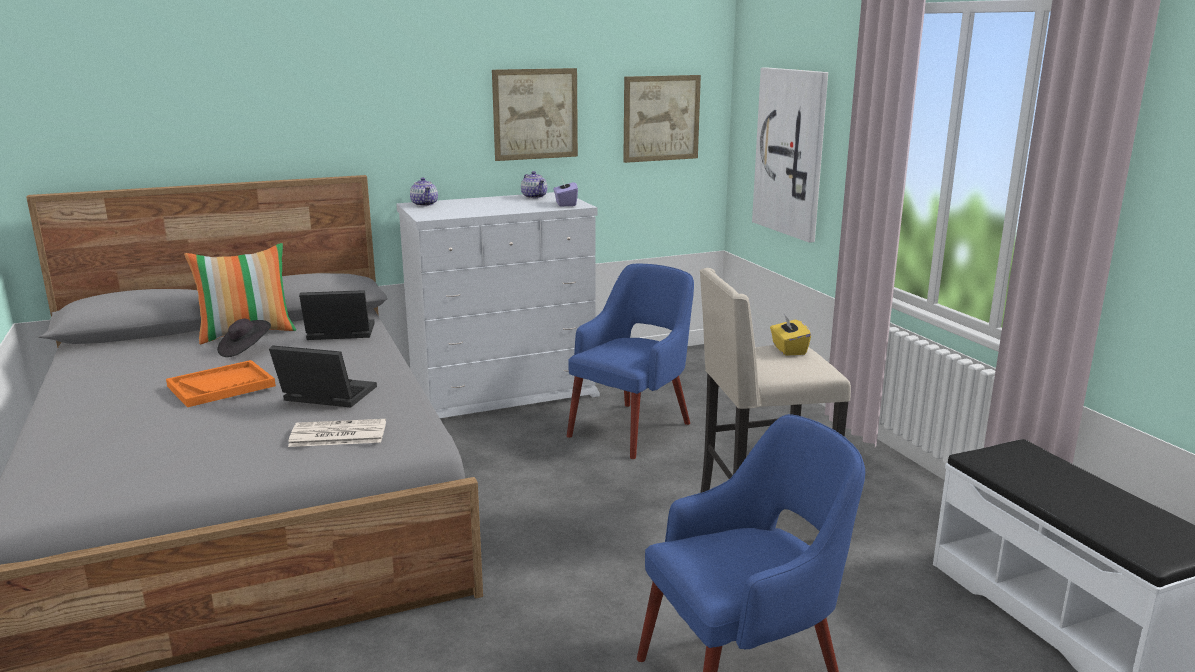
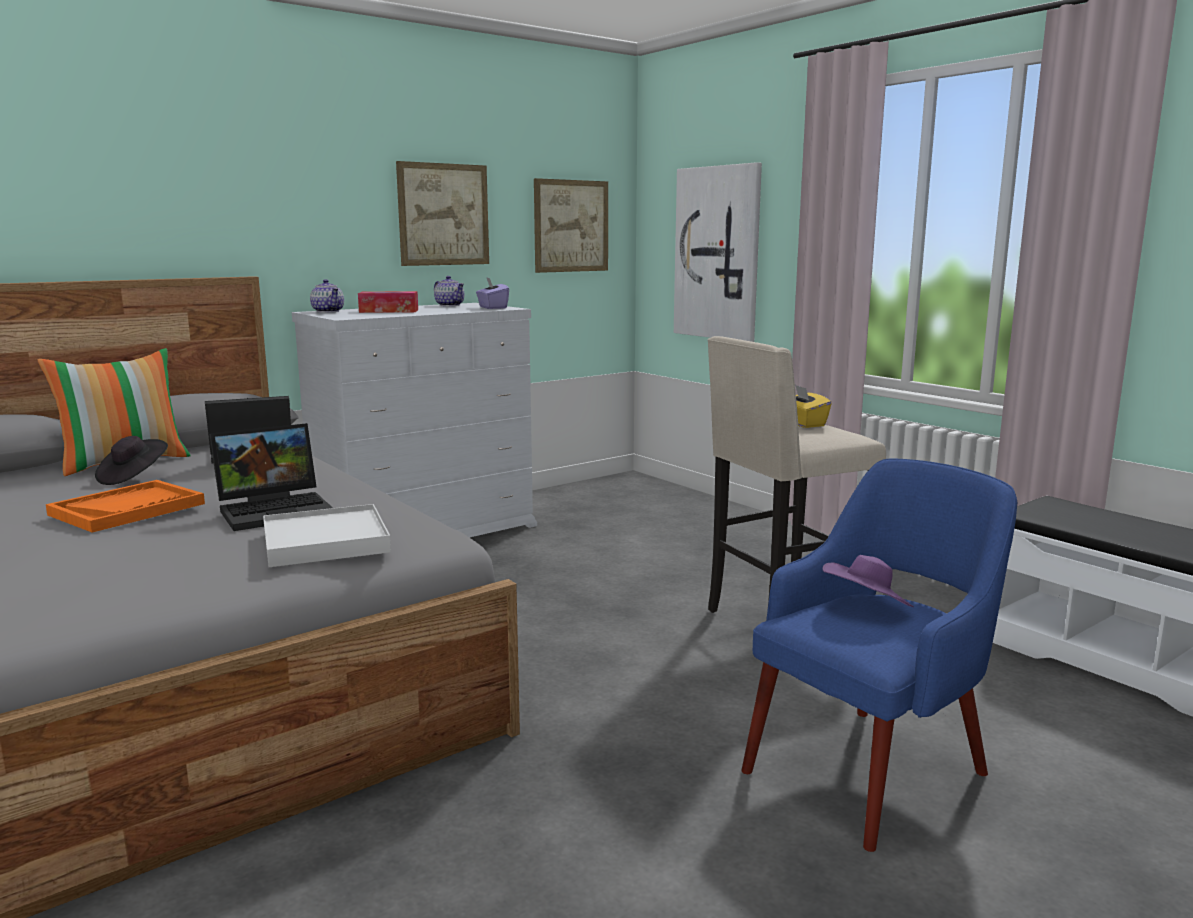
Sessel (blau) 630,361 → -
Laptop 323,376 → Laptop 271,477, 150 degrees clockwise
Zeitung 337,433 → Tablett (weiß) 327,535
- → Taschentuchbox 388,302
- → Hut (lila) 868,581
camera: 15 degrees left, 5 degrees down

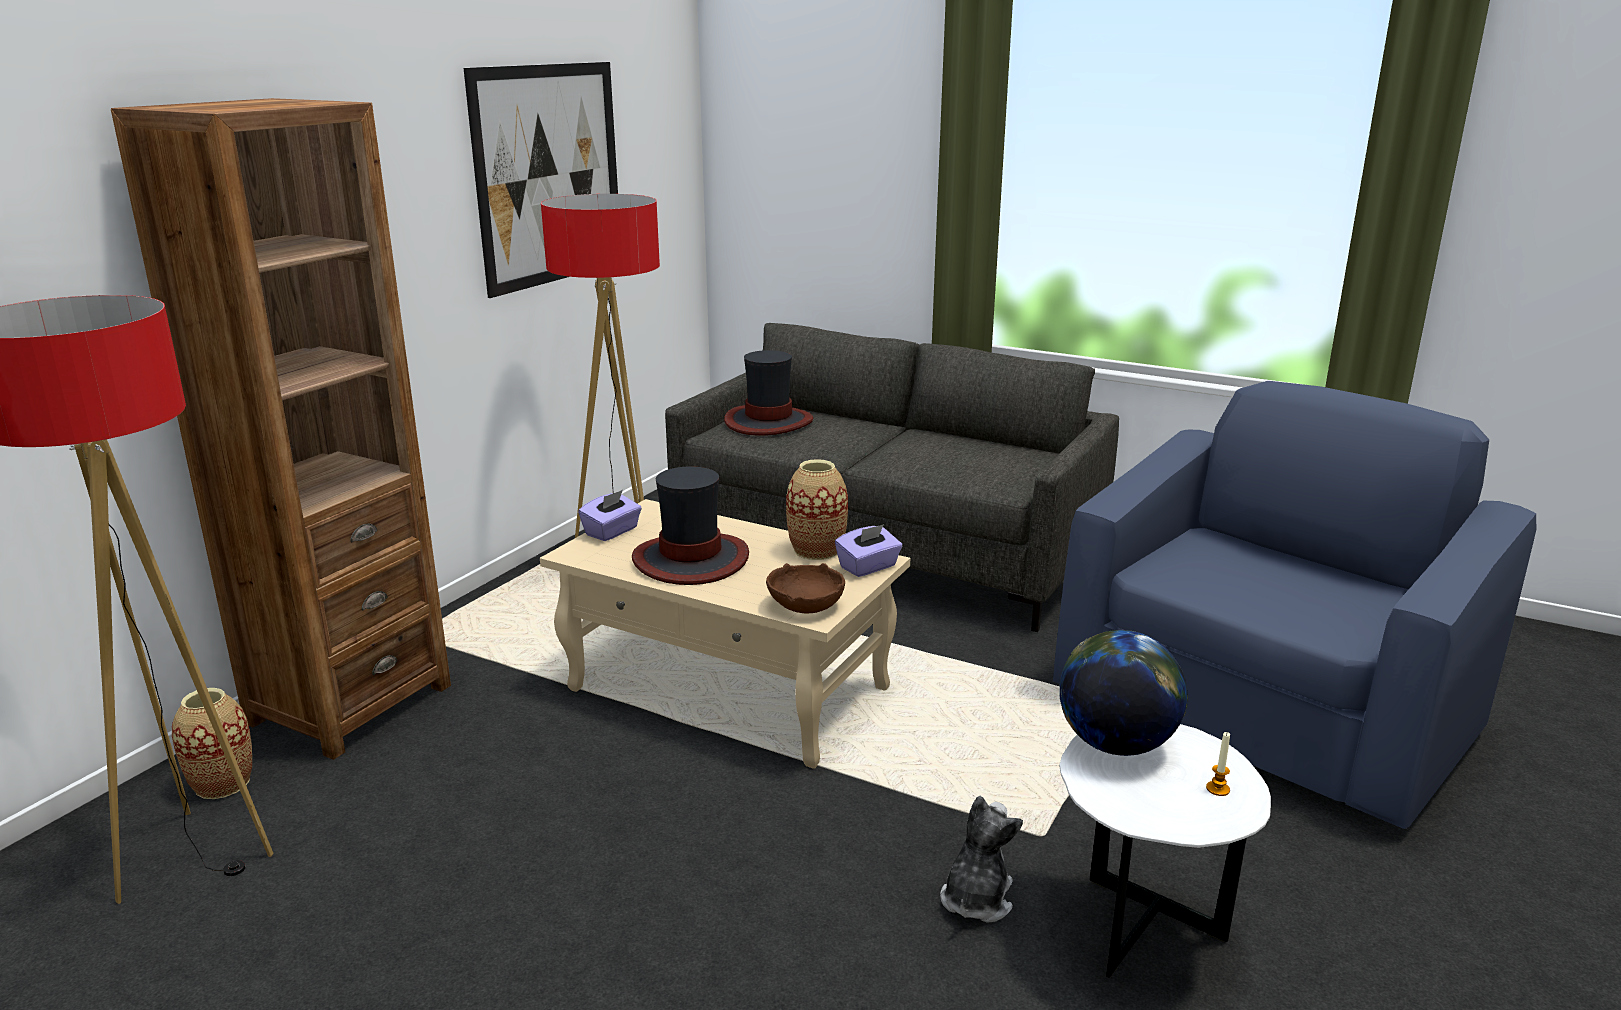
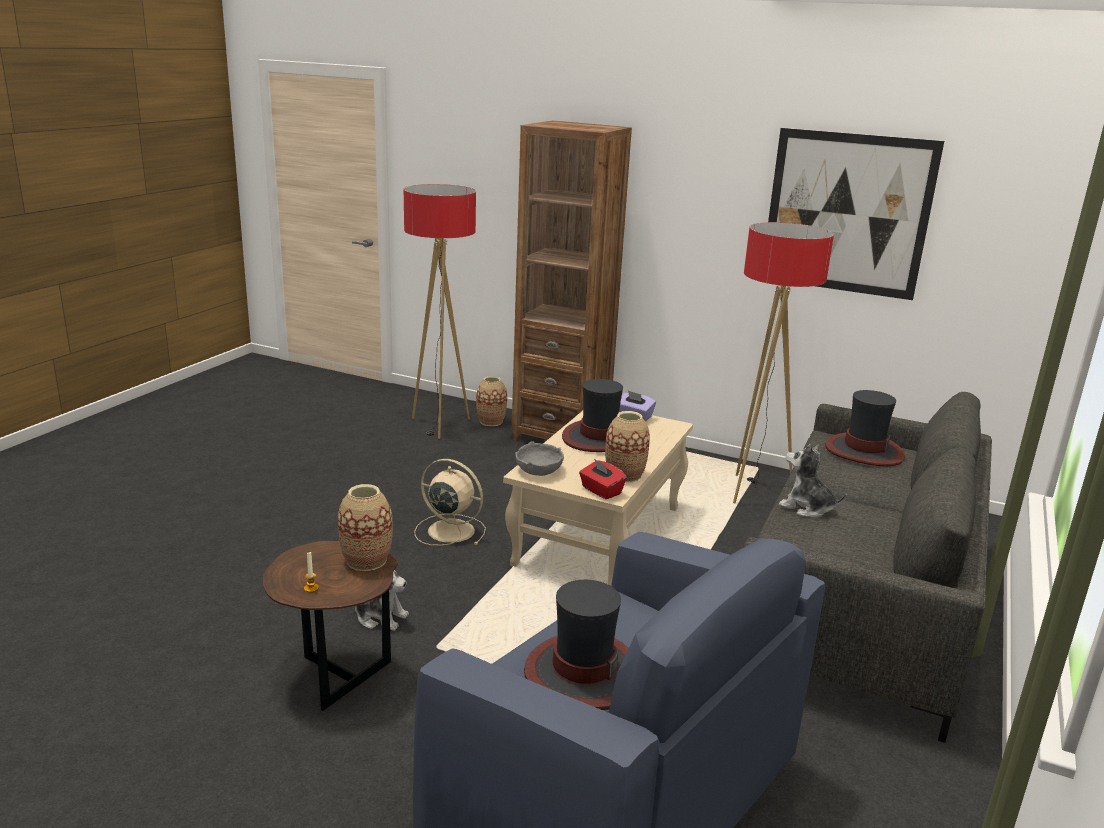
Taschentuchbox (lila) 868,550 → Taschentuchbox (rot) 603,479
Schüssel (braun) 805,588 → Schüssel (grau) 539,458
Globus 1123,693 → Vase 365,527
Beistelltisch (weiß) 1165,851 → Beistelltisch (braun) 330,626
- → Plüschtier 813,481
- → Ventilator (beige) 450,502
- → Hut 576,645
camera: 85 degrees right, 0 degrees up

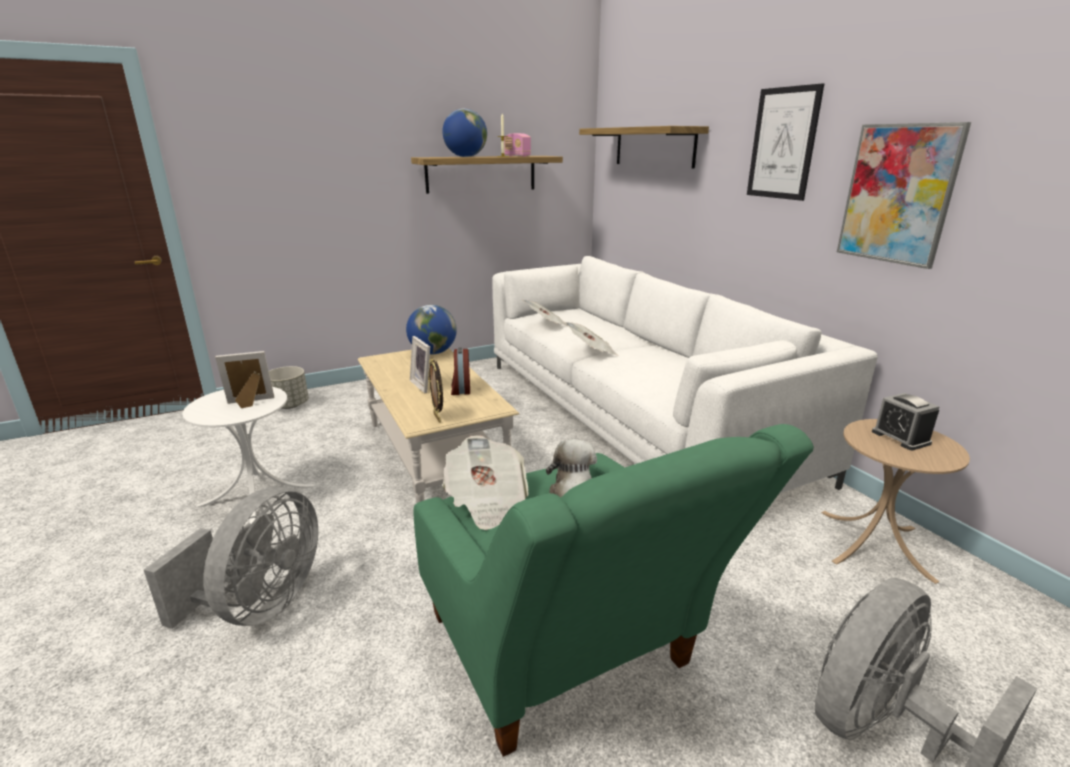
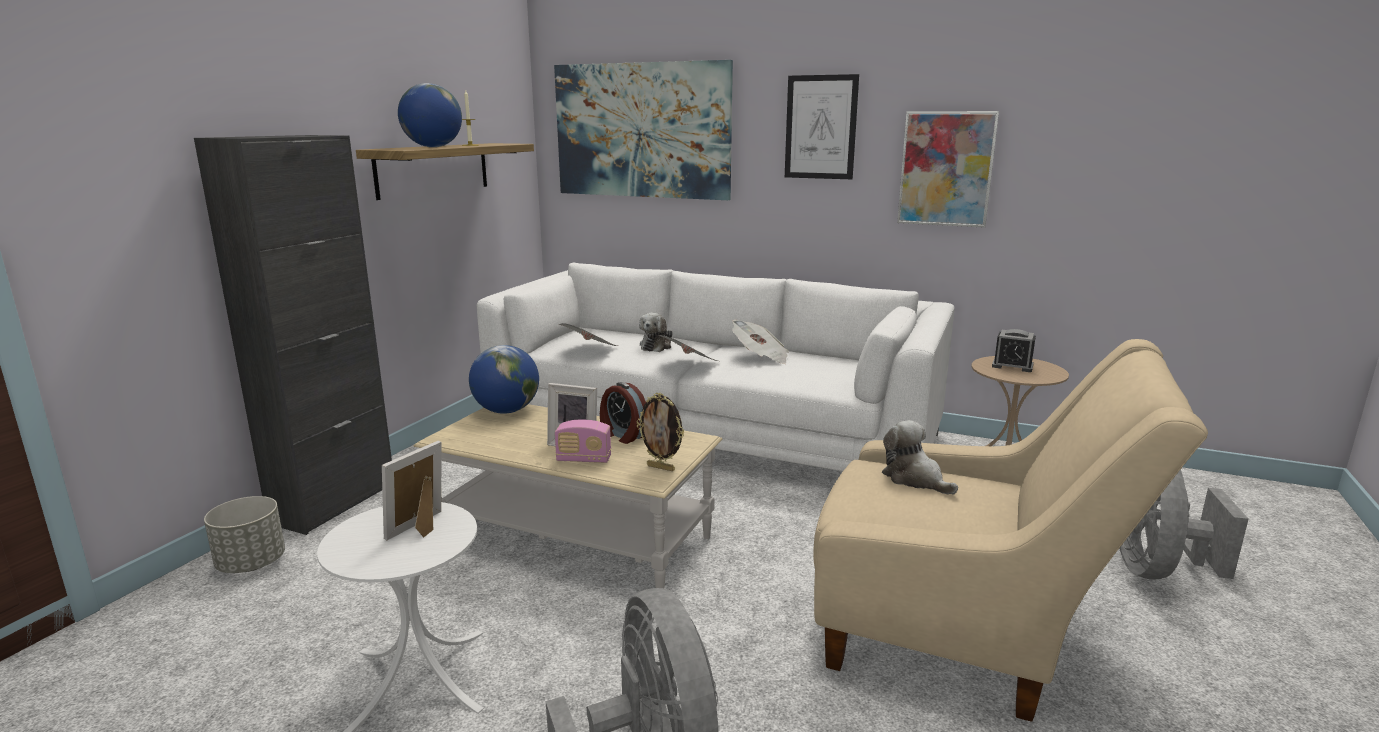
Wandregal 644,147 → Bild 643,130
Radio 517,145 → Radio 583,441, shifted
Sessel (grün) 613,590 → Sessel (beige) 1010,530
Zeitung 485,482 → Zeitung 760,341, shifted
- → Schrank (schwarz) 293,335
- → Plüschtier 655,332
camera: 40 degrees left, 5 degrees down

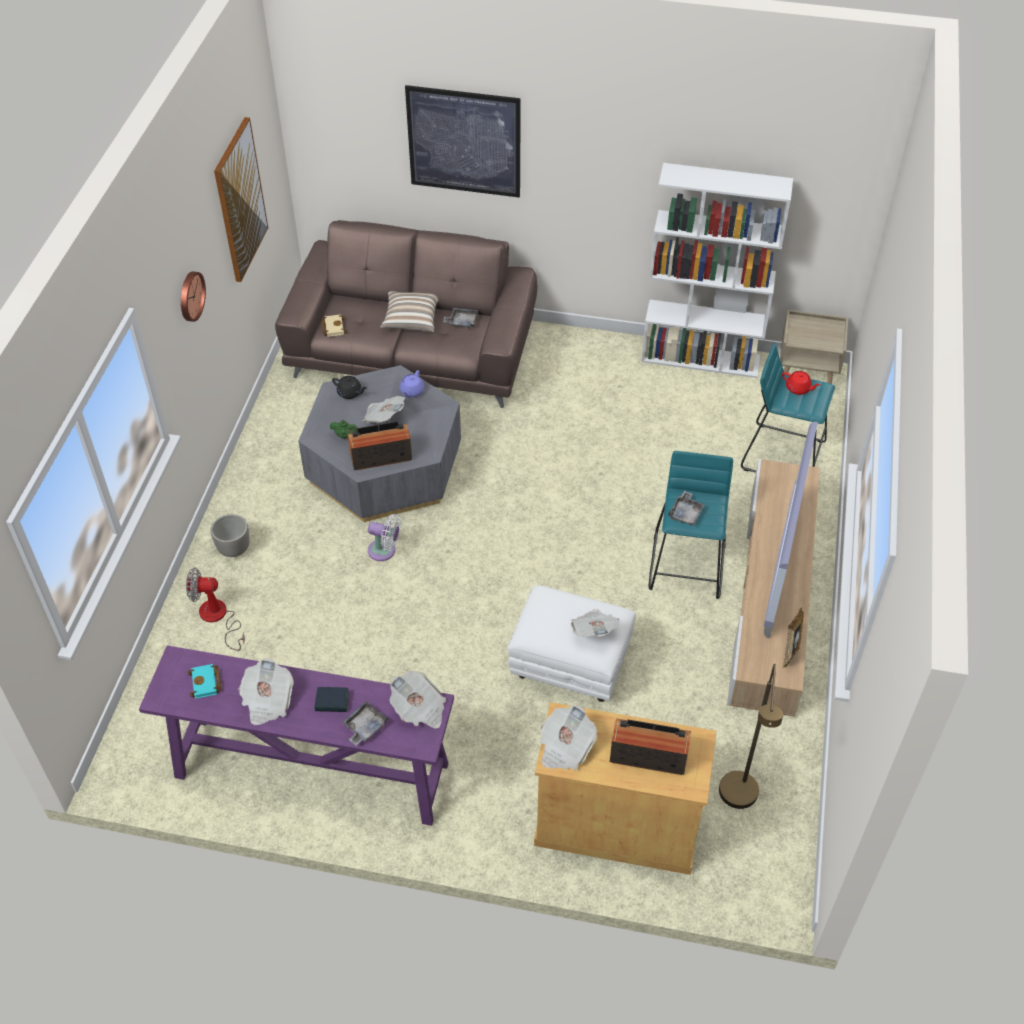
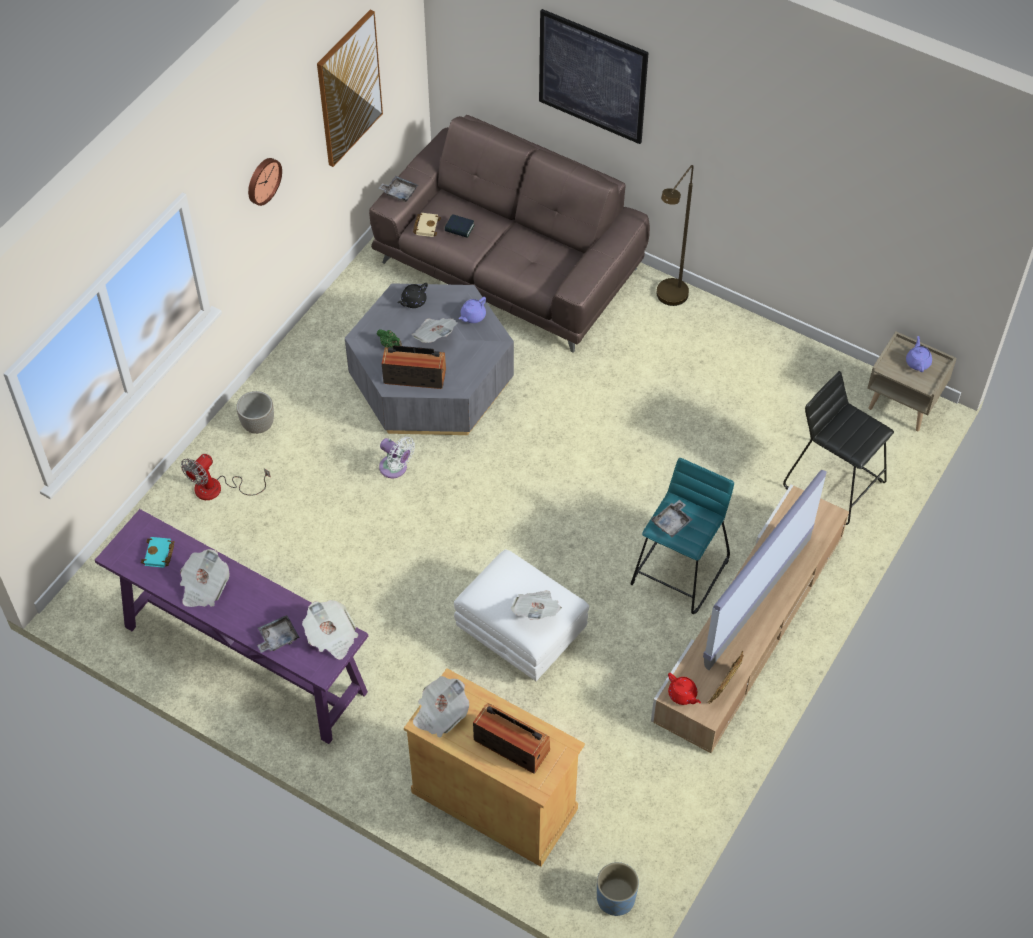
Bücherregal (weiß) 717,270 → -
Kissen 409,311 → -
Tablett (grau) 460,318 → Tablett (grau) 398,189, shifted
Hocker (türkis) 788,408 → Hocker (schwarz) 838,448
Teekanne (rot) 801,383 → Teekanne (rot) 684,689, shifted
Teekanne (schwarz) 349,387 → Teekanne (schwarz) 412,295, 90 degrees clockwise
Ventilator 215,609 → Ventilator 226,477, 75 degrees counterclockwise
Stehlampe (braun) 751,736 → Stehlampe (braun) 675,235, shifted
Buch 331,699 → Buch 459,226, shifted
- → Teekanne (lila) 919,354
- → Pflanzkübel (blau) 618,889
camera: 20 degrees right, 5 degrees up

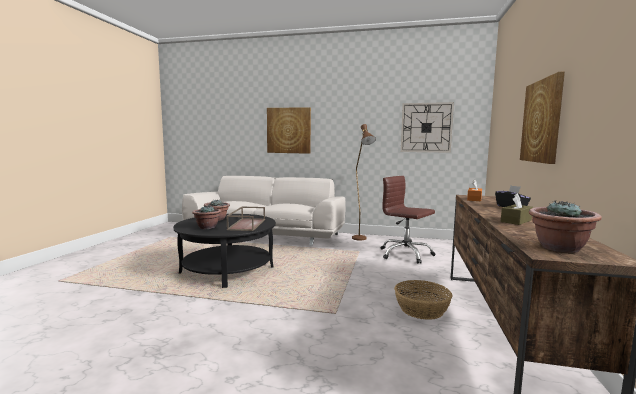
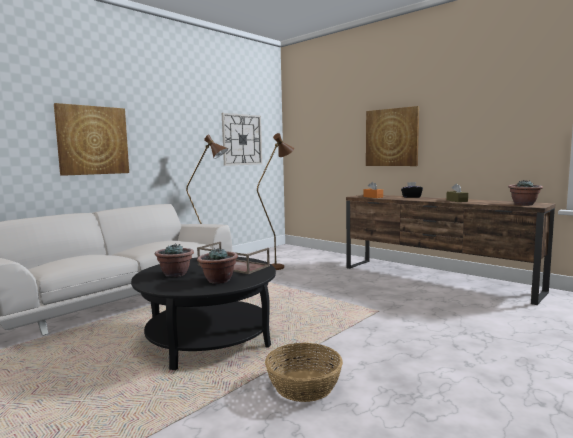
Bürostuhl (braun) 408,220 → Stehlampe (braun) 275,201
Korb 423,300 → Korb 304,372, shifted
camera: 60 degrees left, 0 degrees up

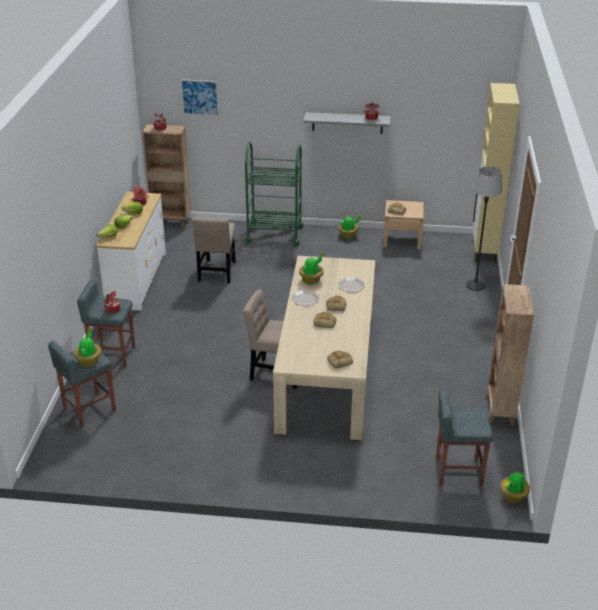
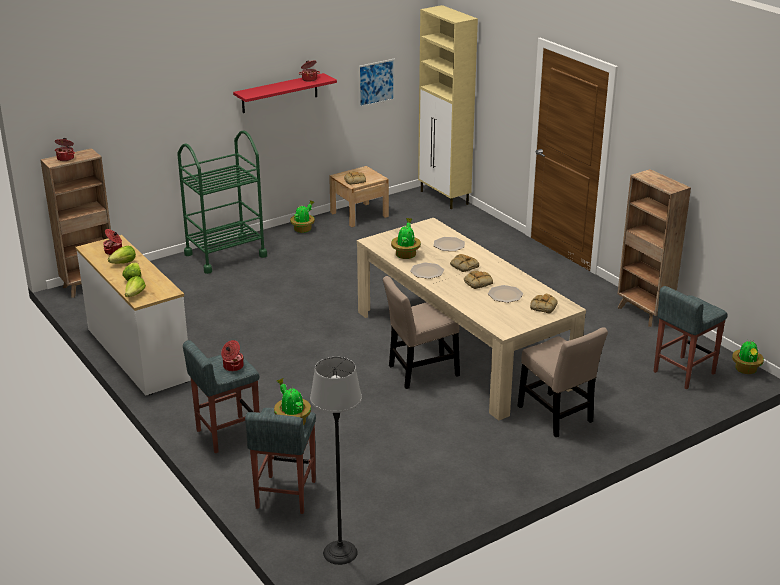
Bild 200,97 → Bild 376,83, shifted
Wandregal (grau) 347,123 → Wandregal (rot) 285,93
Stehlampe 484,229 → Stehlampe 336,461, shifted
Stuhl (beige) 214,250 → Stuhl (beige) 563,382, shifted
- → Teller 505,294
camera: 40 degrees left, 5 degrees down

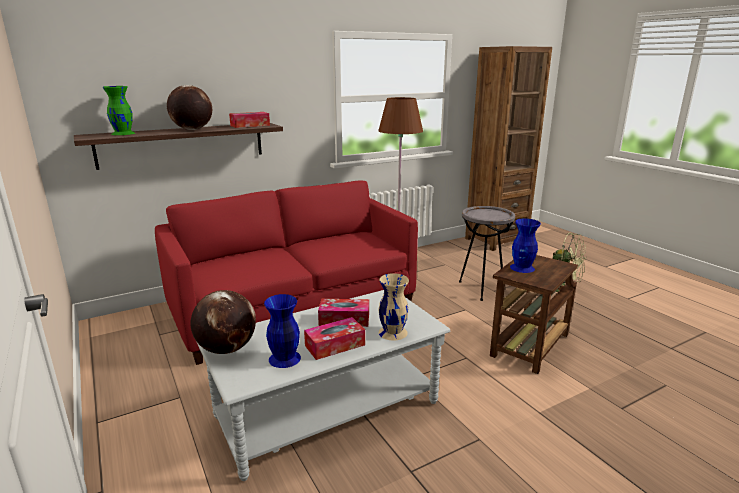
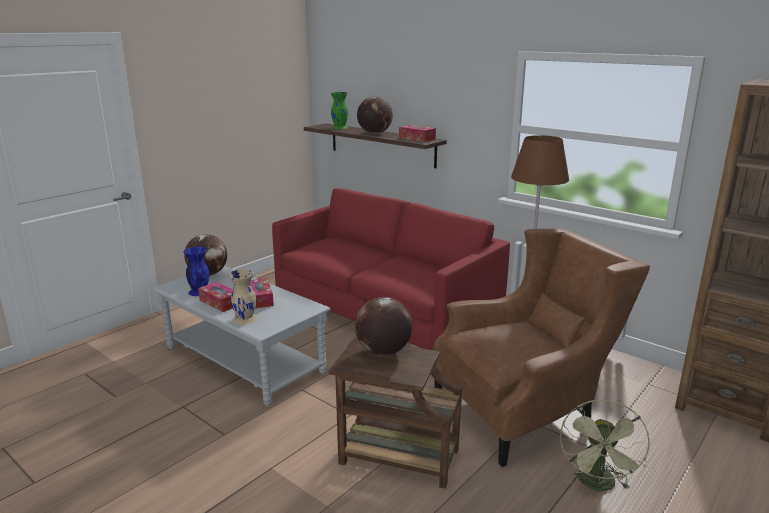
Beistelltisch (grau) 487,253 → Sessel (braun) 541,348
Vase (blau) 525,245 → Globus 384,326
camera: 70 degrees right, 0 degrees up

